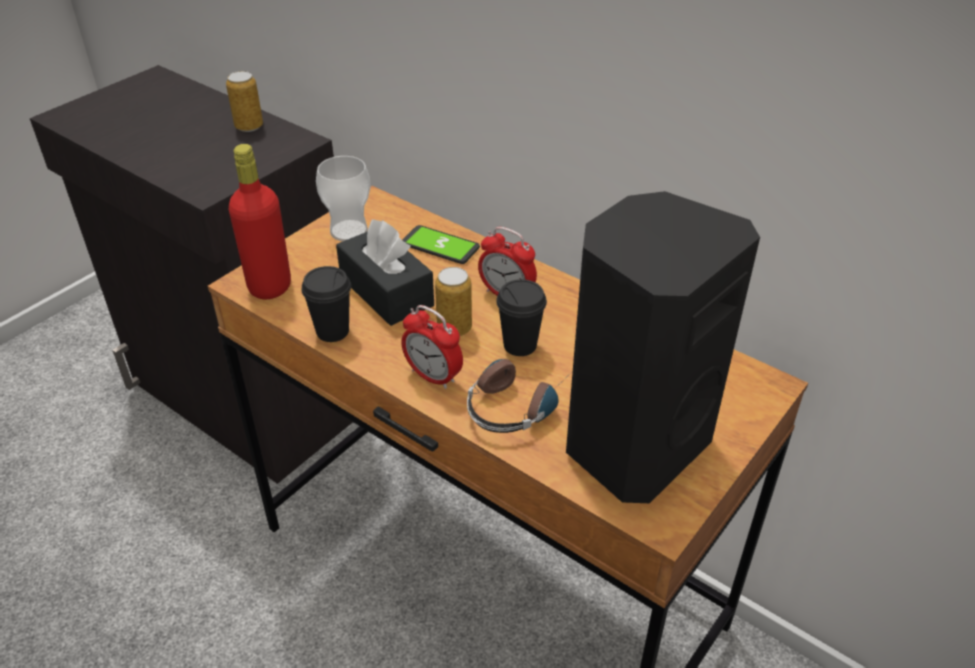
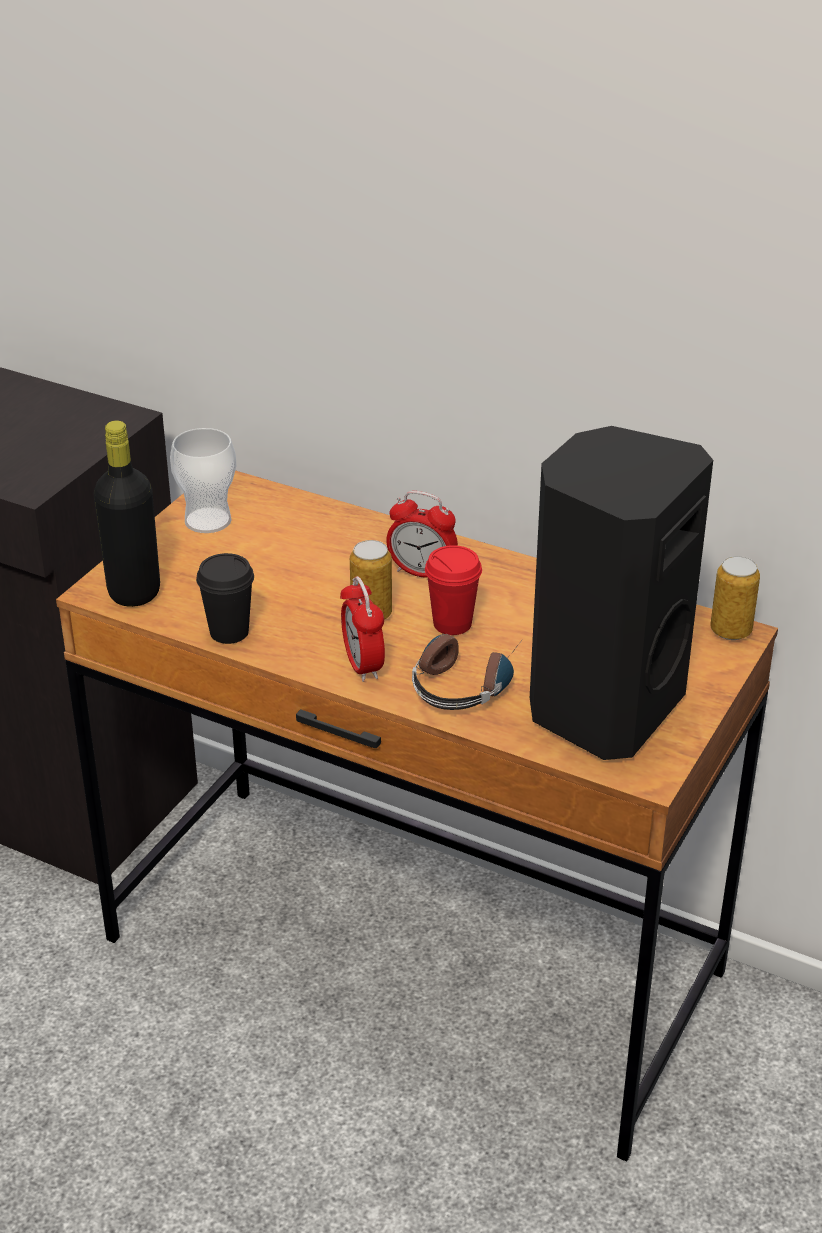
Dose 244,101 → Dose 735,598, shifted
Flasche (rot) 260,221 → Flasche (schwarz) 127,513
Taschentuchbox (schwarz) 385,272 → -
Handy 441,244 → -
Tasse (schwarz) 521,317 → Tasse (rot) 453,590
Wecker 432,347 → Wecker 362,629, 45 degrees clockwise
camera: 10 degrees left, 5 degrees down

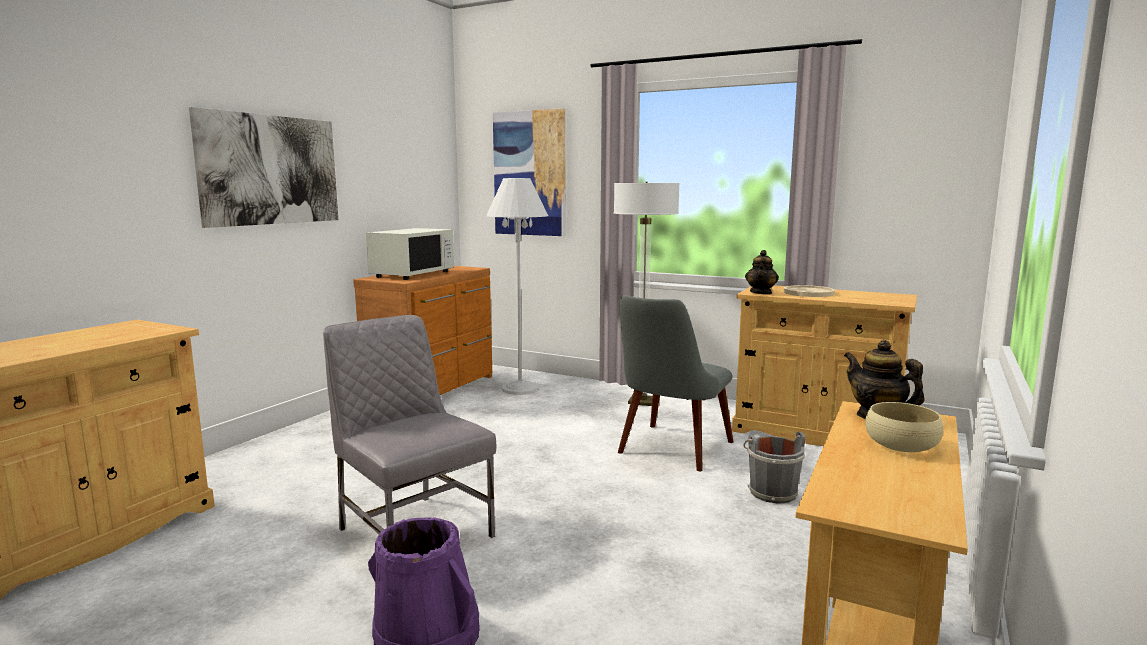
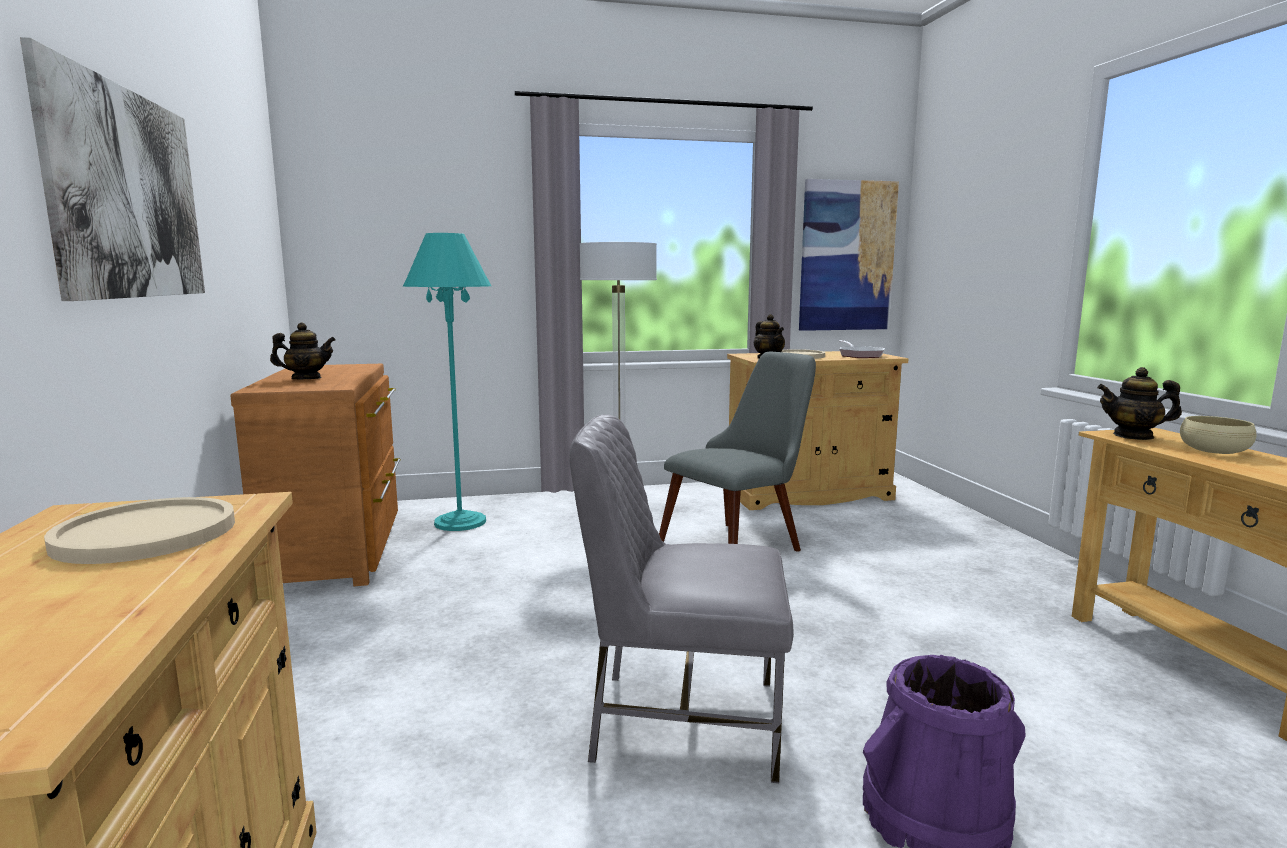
Bild 529,172 → Bild 849,255, shifted
Stehlampe (weiß) 517,286 → Stehlampe (türkis) 447,382
Mikrowelle (weiß) 410,254 → Teekanne 303,351
Stuhl (grau) 676,383 → Stuhl (grau) 737,452, 120 degrees counterclockwise
Eimer (grau) 774,468 → -
- → Pfanne 862,349
- → Teller (beige) 139,530
camera: 40 degrees left, 0 degrees up

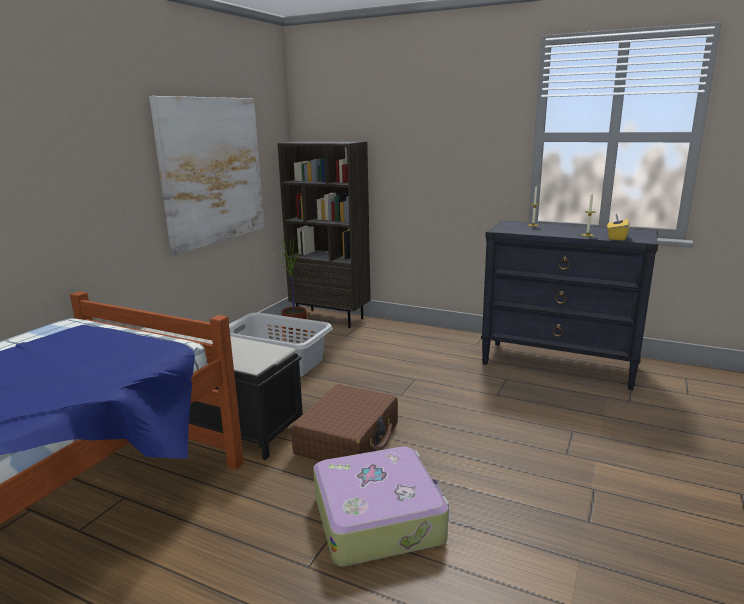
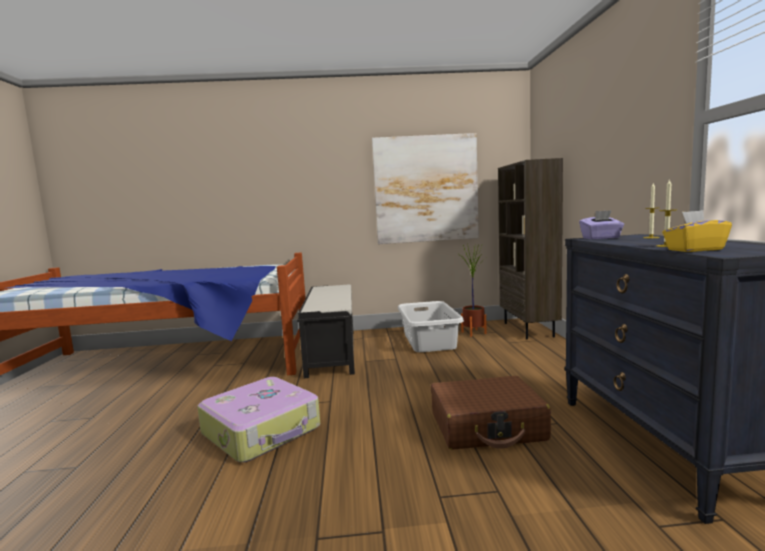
Koffer (braun) 344,422 → Koffer (braun) 491,413, shifted
- → Taschentuchbox (lila) 601,224
camera: 60 degrees right, 10 degrees down

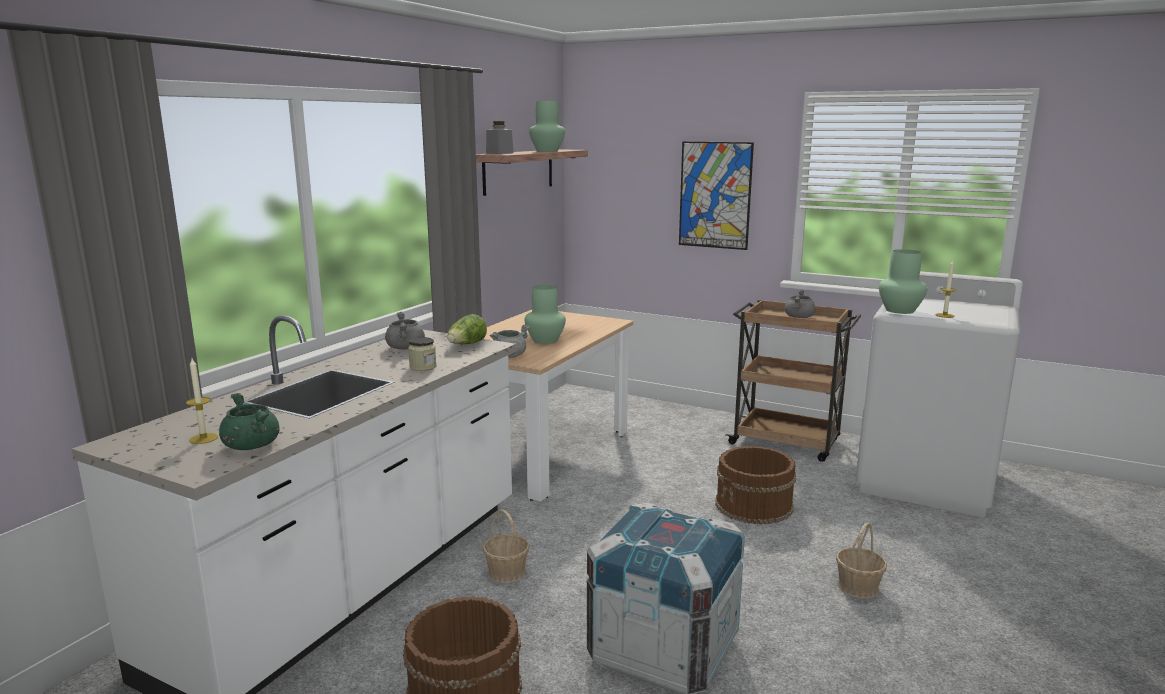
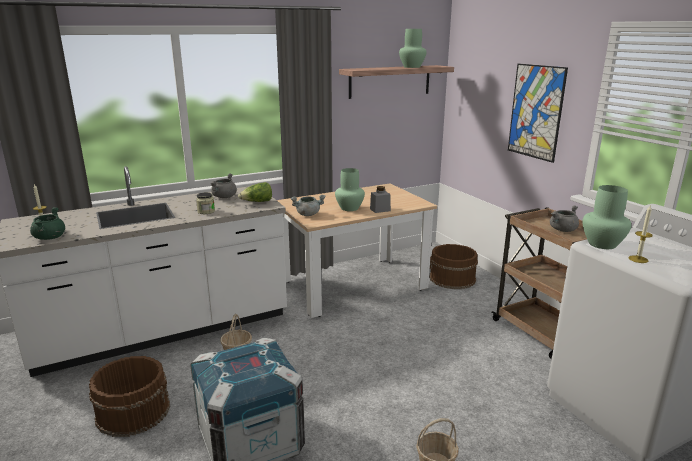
Vorratsglas (grau) 499,137 → Vorratsglas (grau) 380,199, shifted
Eimer (braun) 755,485 → Eimer (braun) 453,266, shifted
camera: 35 degrees right, 5 degrees up

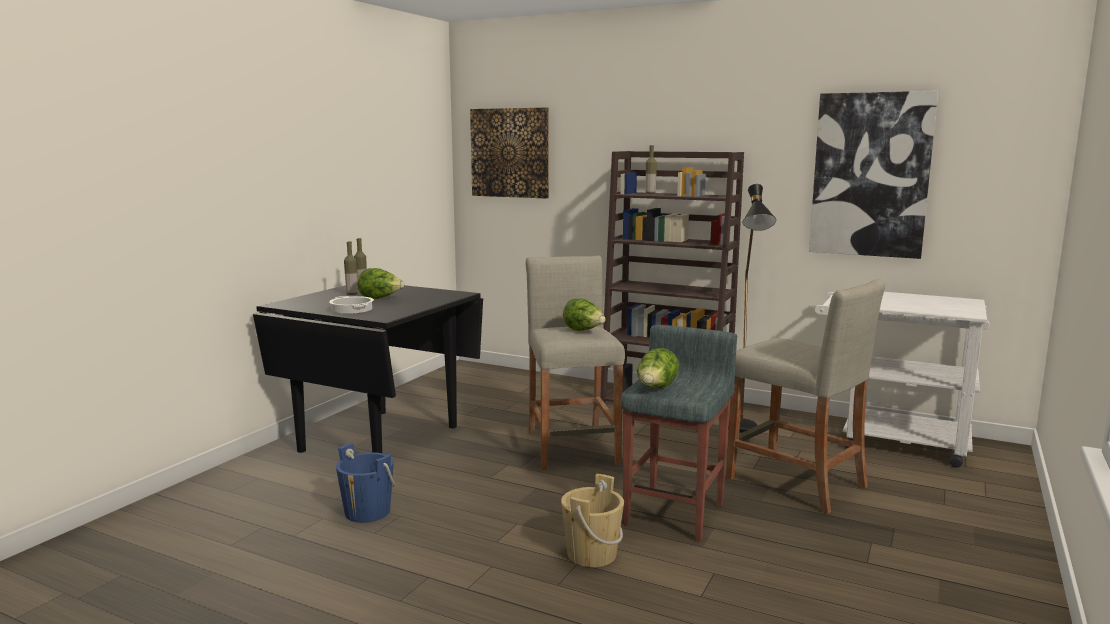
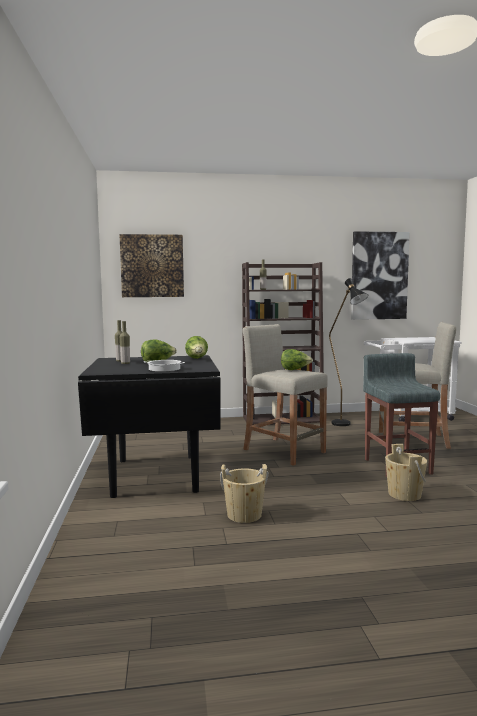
Salatkopf 658,368 → Salatkopf 196,347, shifted
Eimer (blau) 365,483 → Eimer (beige) 244,493
camera: 35 degrees left, 5 degrees down

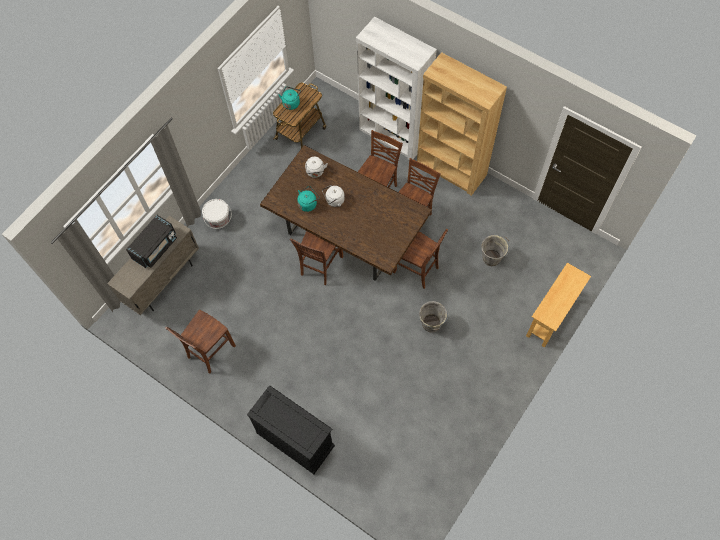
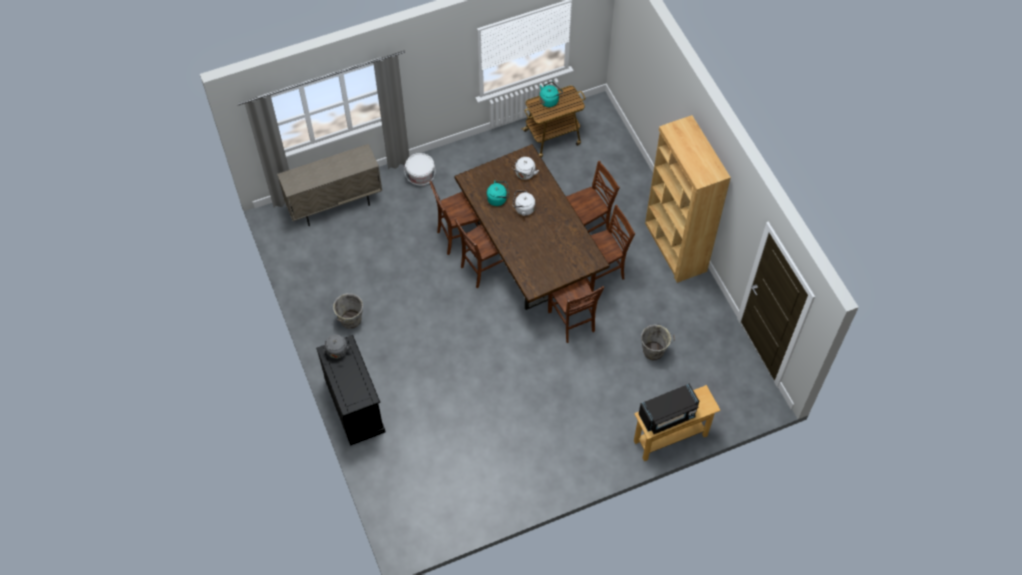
Bücherregal (weiß) 396,88 → -
Mikrowelle (schwarz) 151,241 → Mikrowelle (schwarz) 669,409, shifted
Eimer (grau) 433,317 → Eimer (grau) 347,311, shifted
Stuhl (braun) 200,341 → Stuhl (braun) 455,218, shifted
- → Wasserkessel (grau) 337,346
camera: 30 degrees right, 5 degrees down

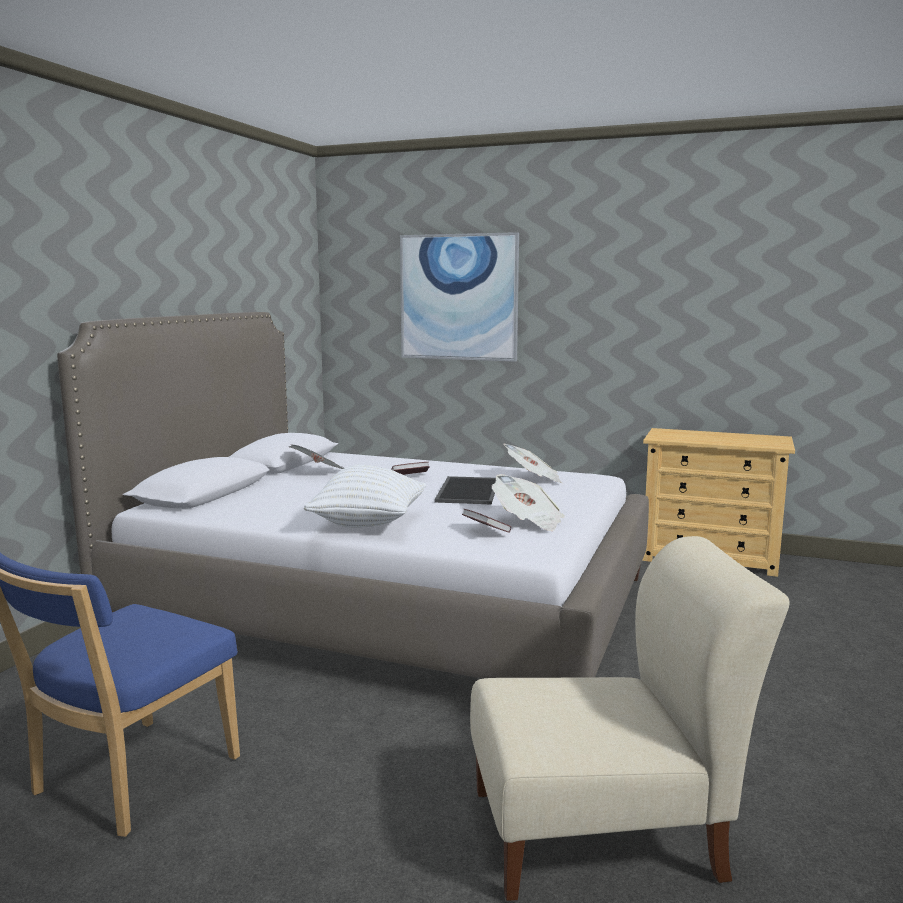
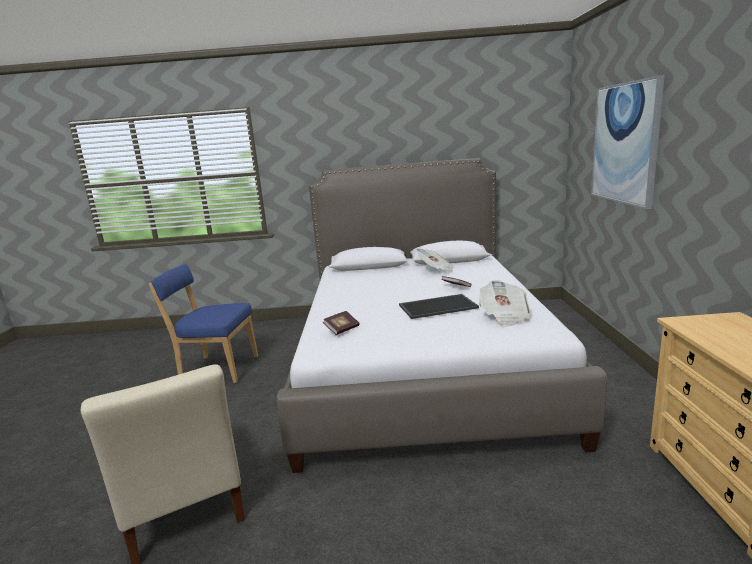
Kissen (weiß) 365,496 → -
Zeitung 528,502 → -
camera: 70 degrees right, 5 degrees up

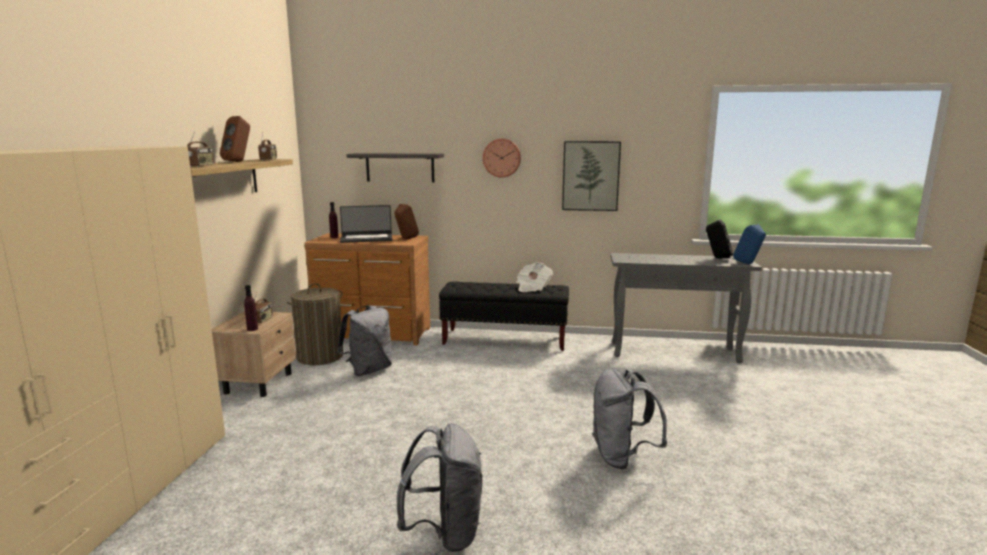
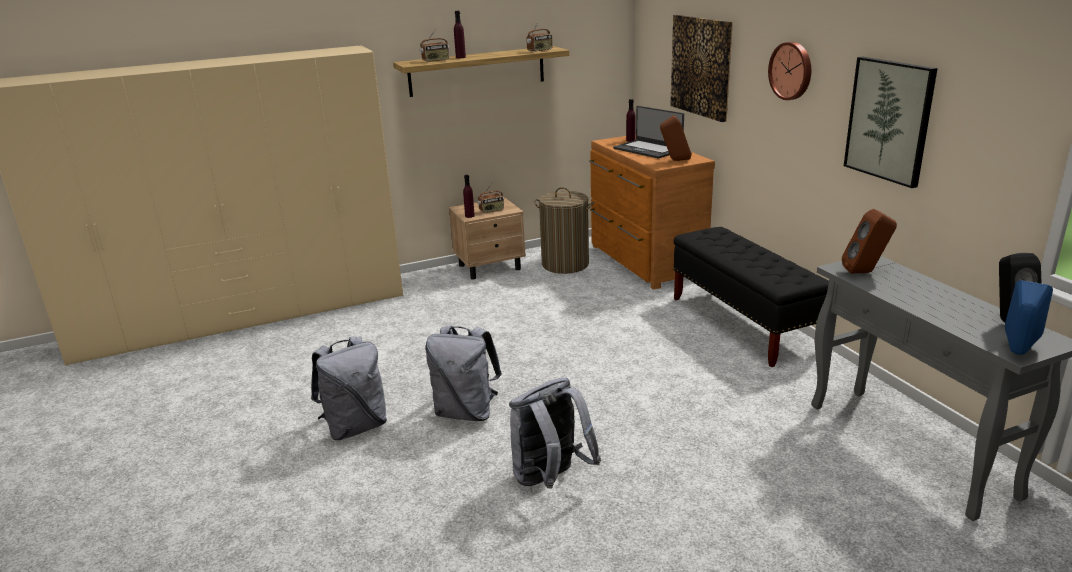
Lautsprecher (braun) 235,139 → Lautsprecher (braun) 869,241, shifted
Wandregal 395,167 → Bild 701,68
Zeitung 534,277 → -
Rucksack (grau) 364,341 → Rucksack (grau) 463,373, shifted
- → Flasche (lila) 460,34
camera: 60 degrees right, 10 degrees up

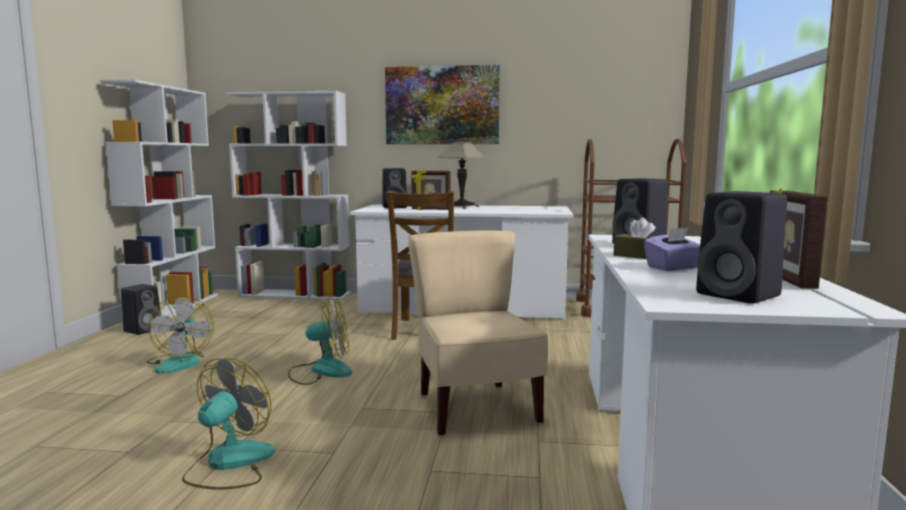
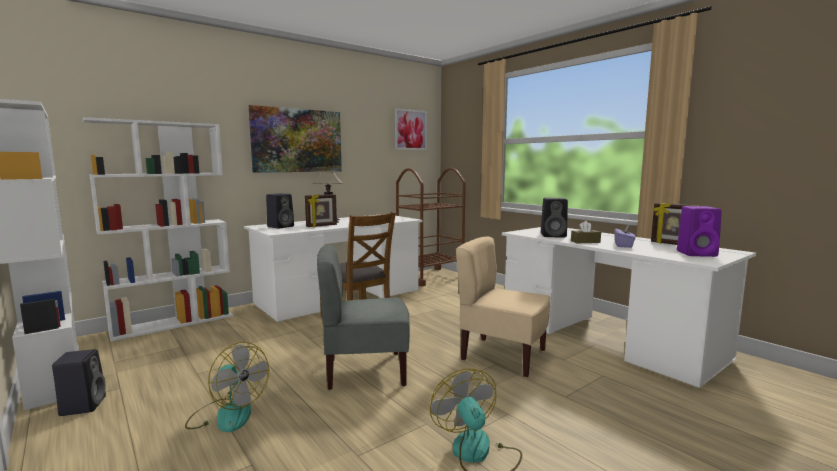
Lautsprecher (schwarz) 741,247 → Lautsprecher (lila) 699,231
Ventilator 320,341 → Stuhl (grau) 363,317
- → Bild 411,129
camera: 45 degrees left, 0 degrees up

